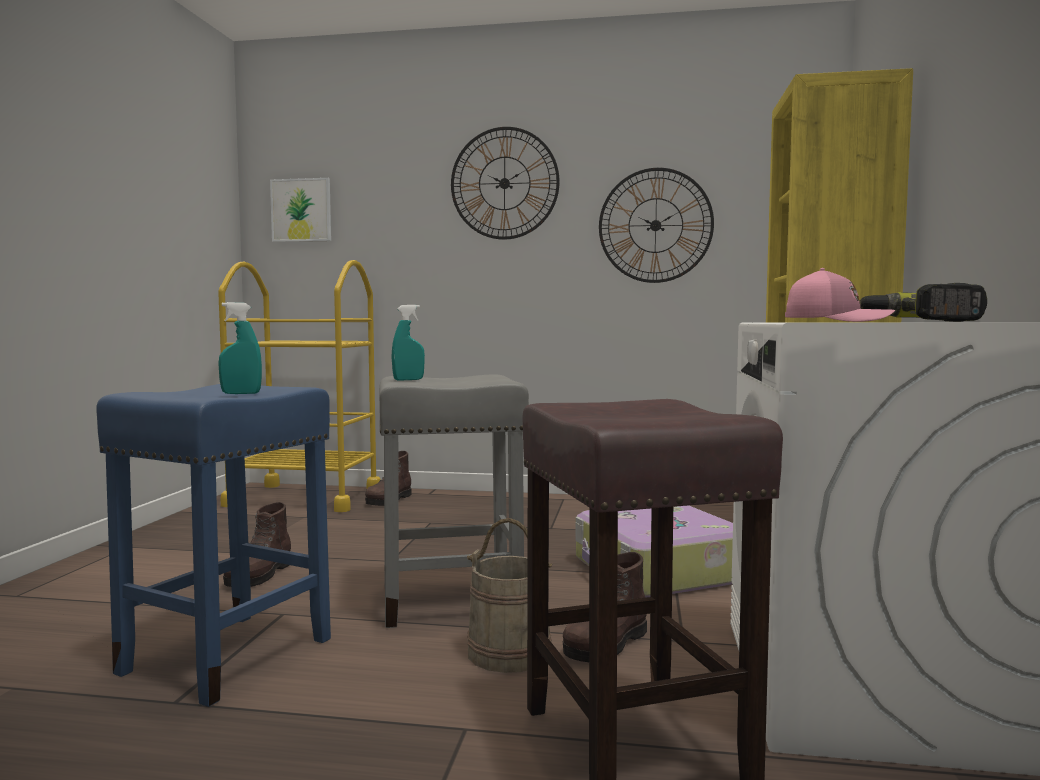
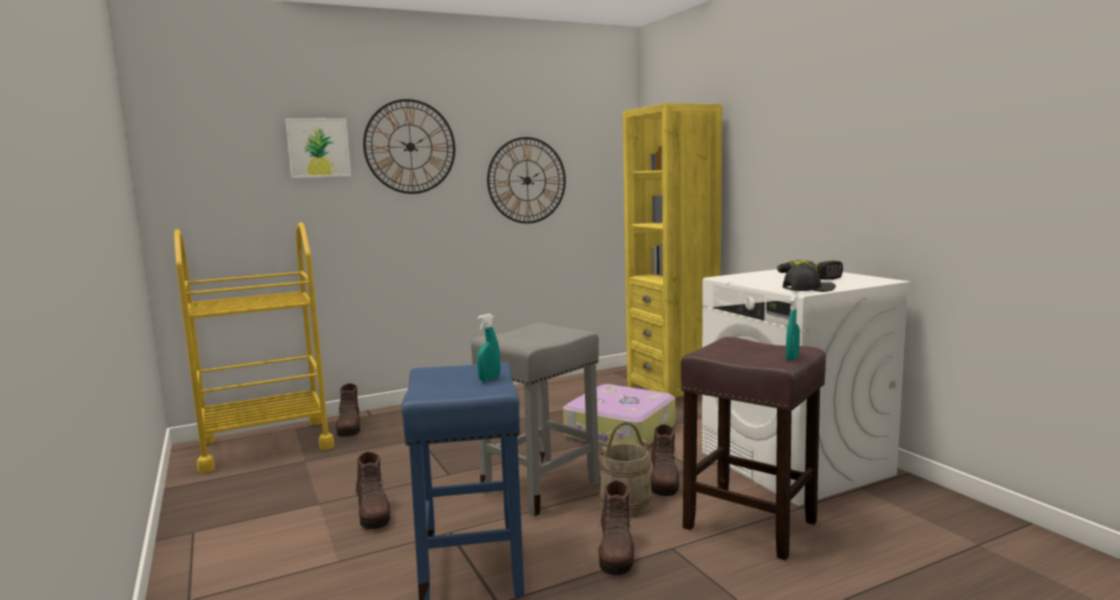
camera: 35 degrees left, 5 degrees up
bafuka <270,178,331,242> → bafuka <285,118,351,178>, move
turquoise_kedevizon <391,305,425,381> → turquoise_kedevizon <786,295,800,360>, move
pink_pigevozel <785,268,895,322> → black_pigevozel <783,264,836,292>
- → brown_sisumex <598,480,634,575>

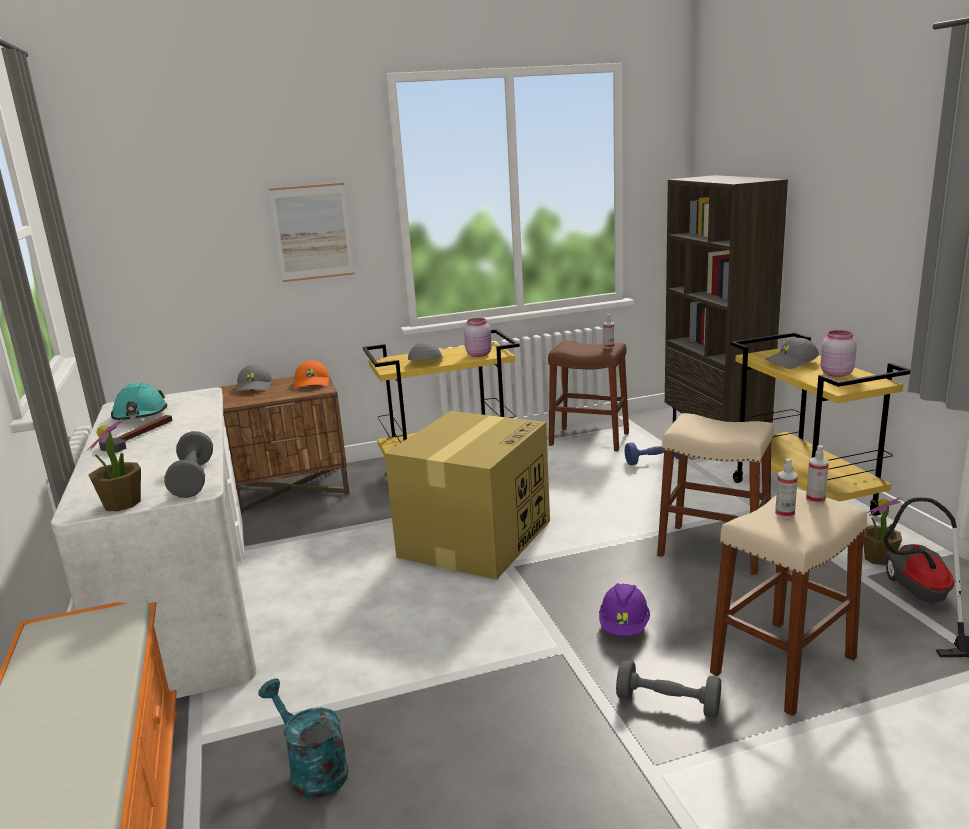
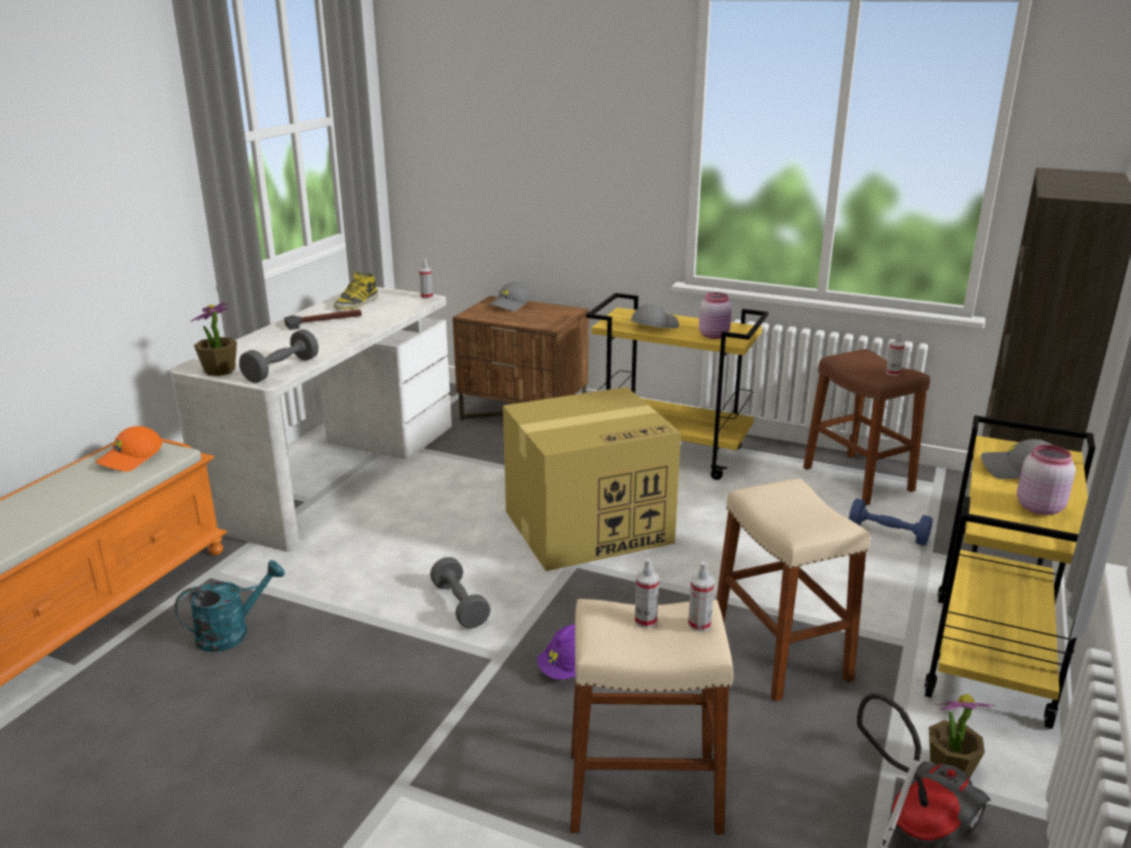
camera: 40 degrees right, 5 degrees up
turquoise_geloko <111,382,167,420> → sisumex <334,272,378,309>
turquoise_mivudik <258,678,348,798> → turquoise_mivudik <175,560,285,652>, 60 degrees clockwise
bafuka <269,183,354,282> → -
orange_pigevozel <294,360,329,389> → orange_pigevozel <95,426,162,472>, move
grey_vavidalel <616,660,721,718> → grey_vavidalel <430,557,491,629>, move
- → kedevizon <419,259,433,299>

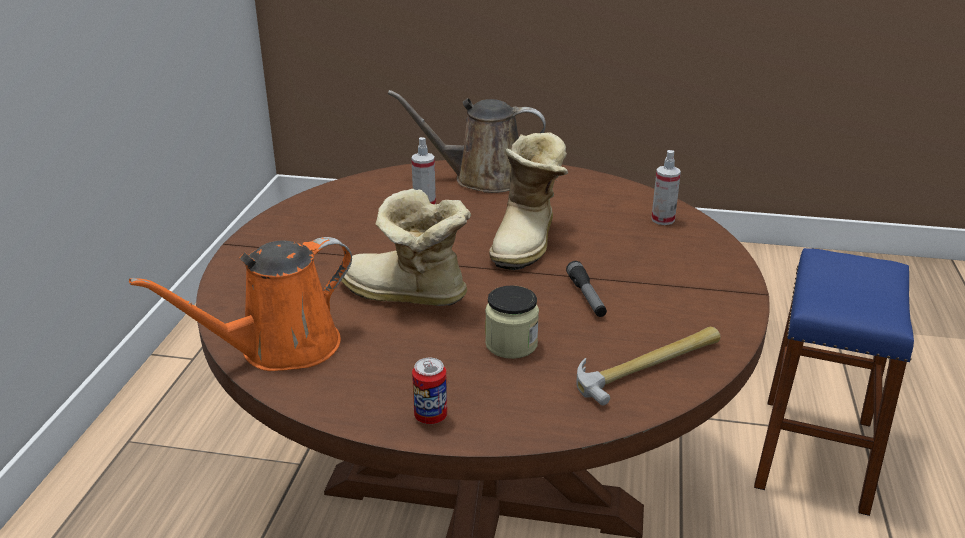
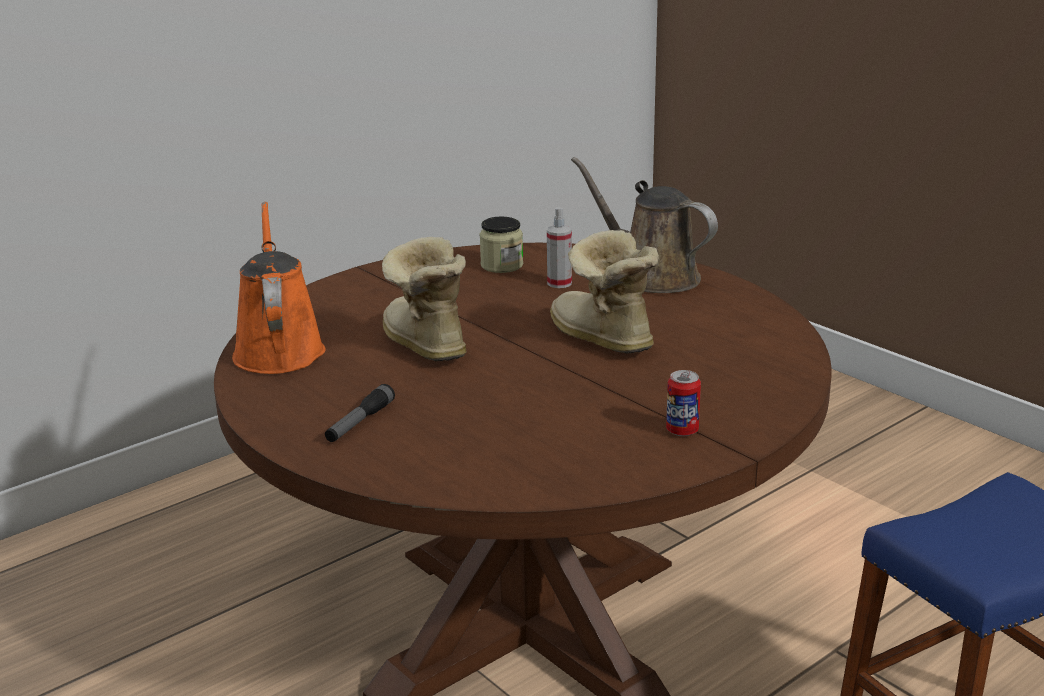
camera: 40 degrees right, 5 degrees down
orange_mivudik <129,237,352,371> → orange_mivudik <232,202,326,374>, 75 degrees clockwise
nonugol <412,358,447,424> → nonugol <666,370,701,436>, move
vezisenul <485,286,539,359> → vezisenul <479,216,523,273>, move
sisumex <489,133,568,271> → sisumex <550,230,659,354>, 90 degrees clockwise
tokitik <566,261,607,317> → tokitik <325,384,395,442>, move
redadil <577,327,721,406> → -
kedevizon <651,150,681,225> → -

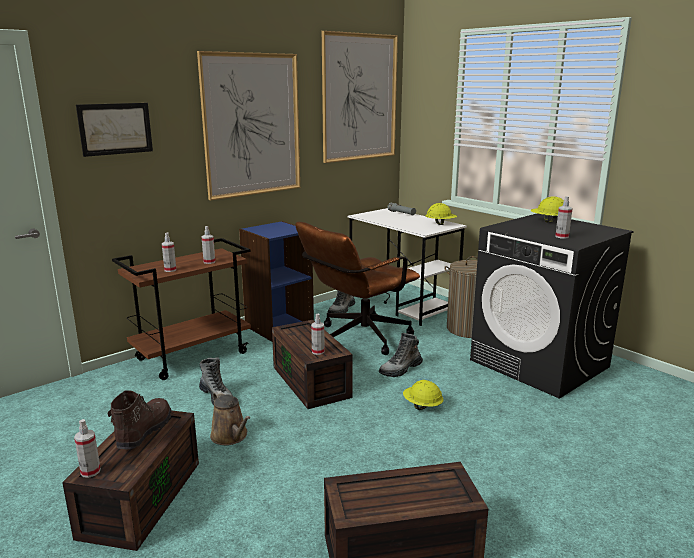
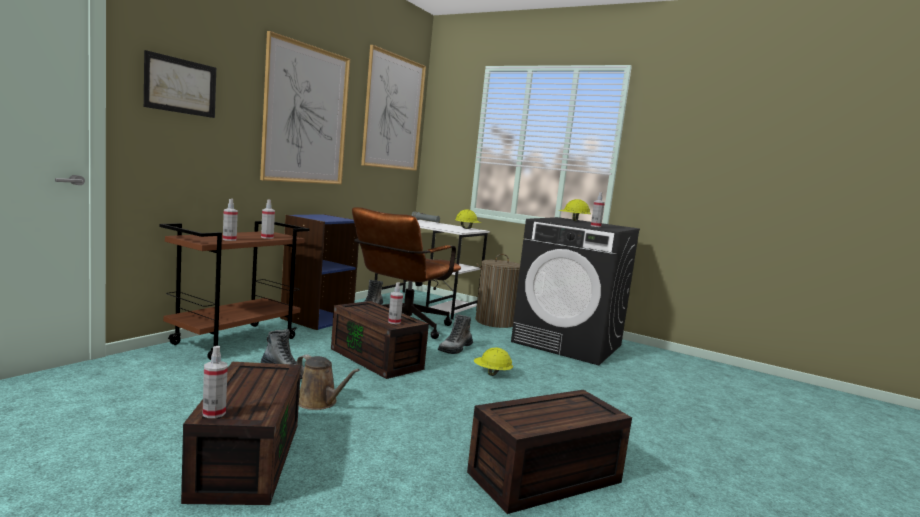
camera: 20 degrees left, 10 degrees down
brown_sisumex <107,390,172,449> → -

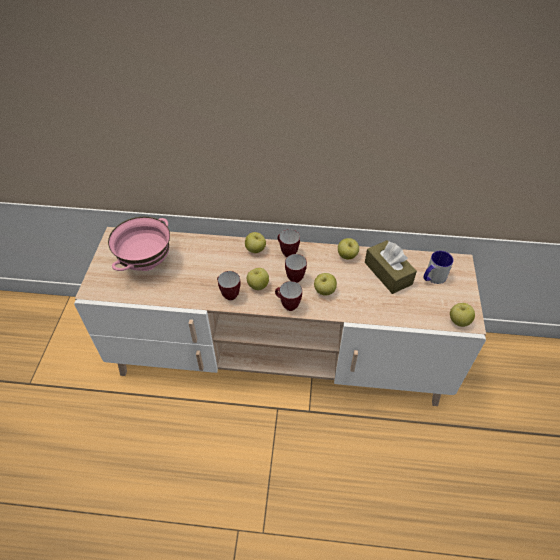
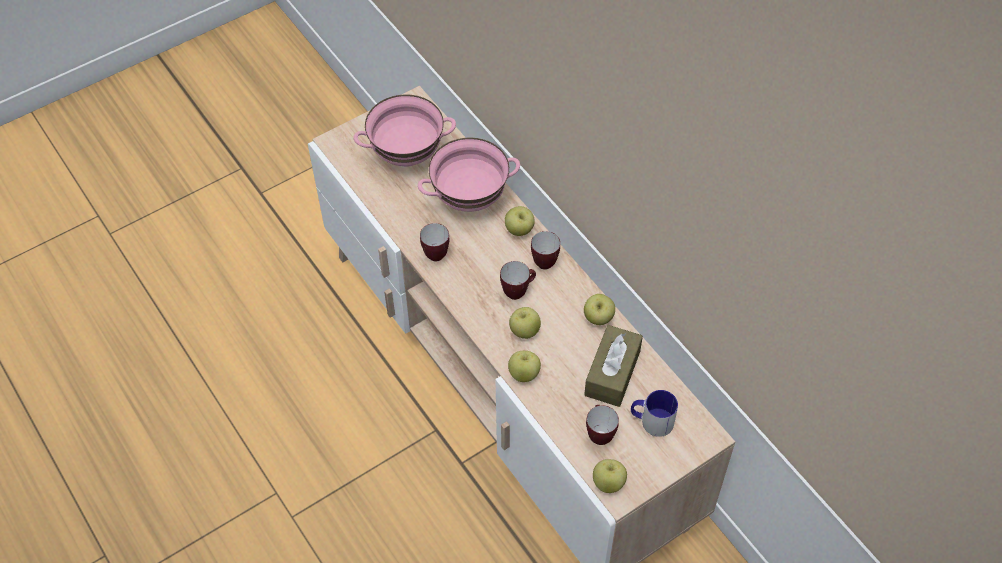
camera: 50 degrees right, 5 degrees up
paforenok <247,268,269,290> → paforenok <508,351,541,382>, move
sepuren <275,281,302,311> → sepuren <586,405,619,445>, move
- → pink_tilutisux <418,138,520,212>

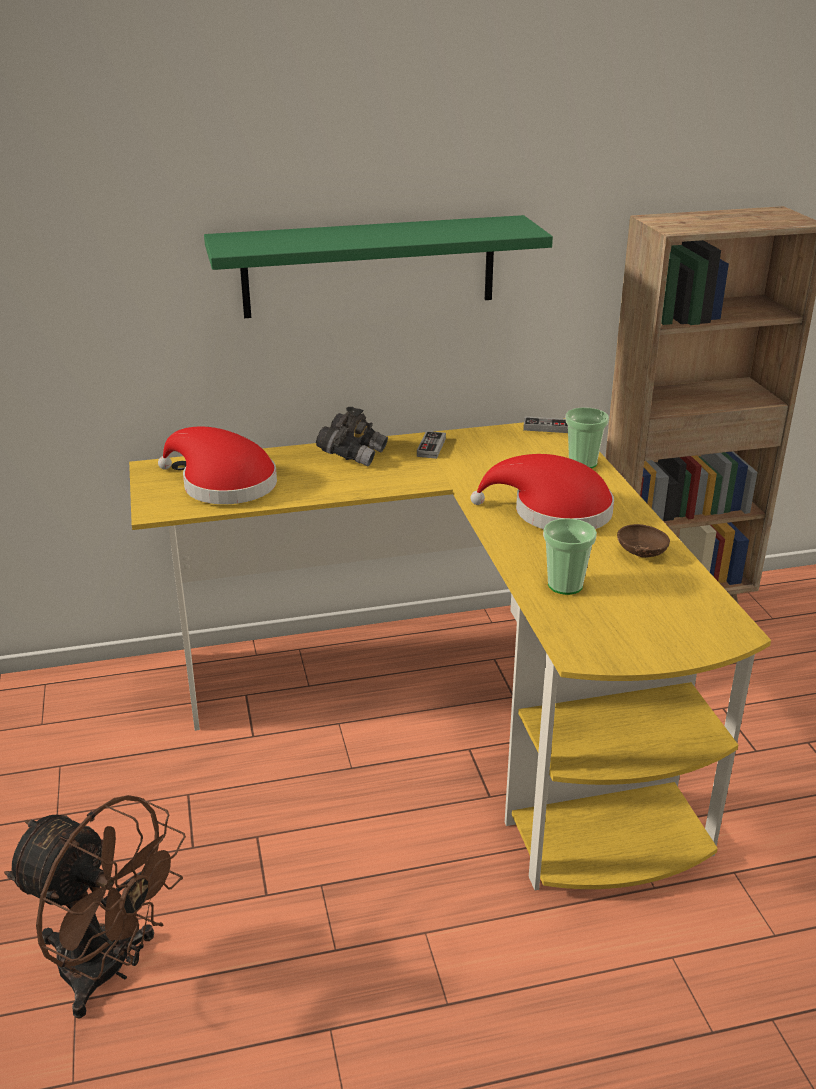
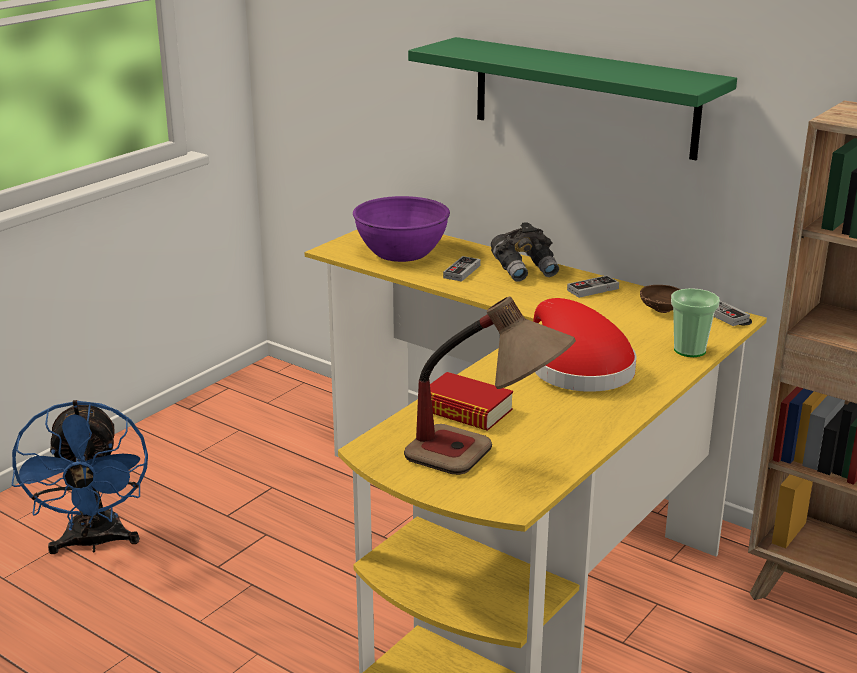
camera: 50 degrees right, 5 degrees down
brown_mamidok <4,795,186,1018> → blue_mamidok <12,400,148,554>
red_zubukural <158,427,277,504> → purple_tilutisux <353,196,450,262>
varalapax <543,518,597,595> → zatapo <430,372,513,431>
brown_tilutisux <617,524,670,558> → brown_tilutisux <640,285,681,313>, move
- → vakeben <404,296,576,475>
- → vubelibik <443,256,481,281>

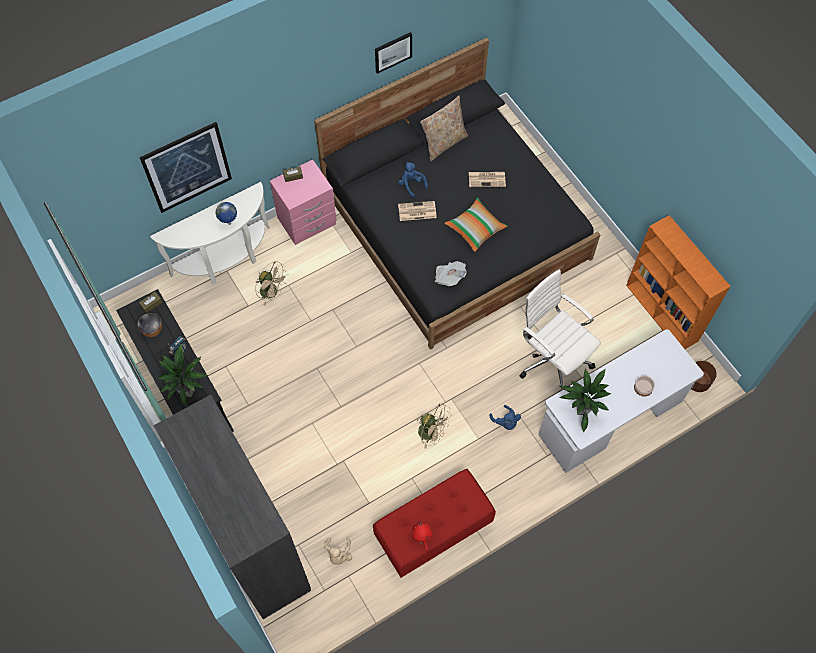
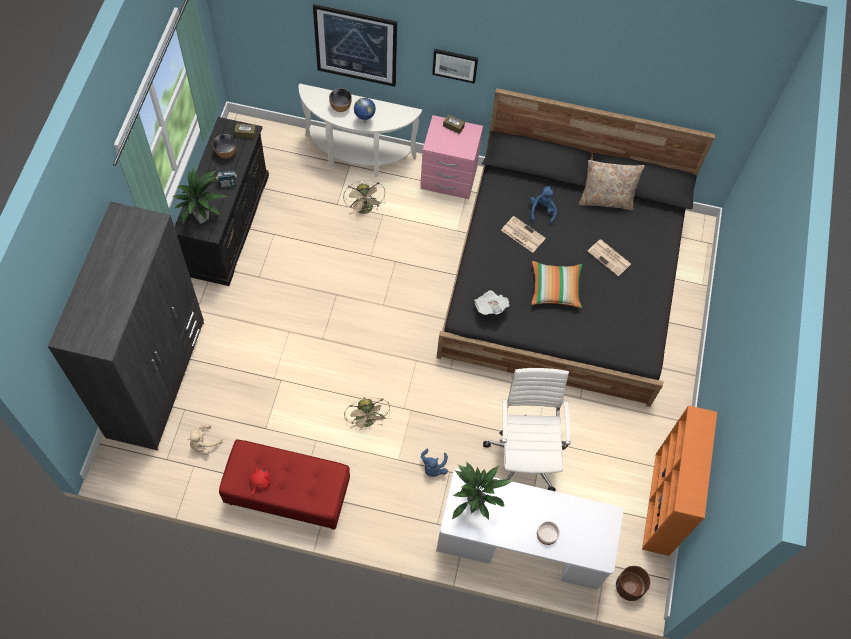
camera: 40 degrees right, 0 degrees up
bafuka <375,32,412,74> → bafuka <432,49,478,84>, move
- → tilutisux <329,88,352,112>

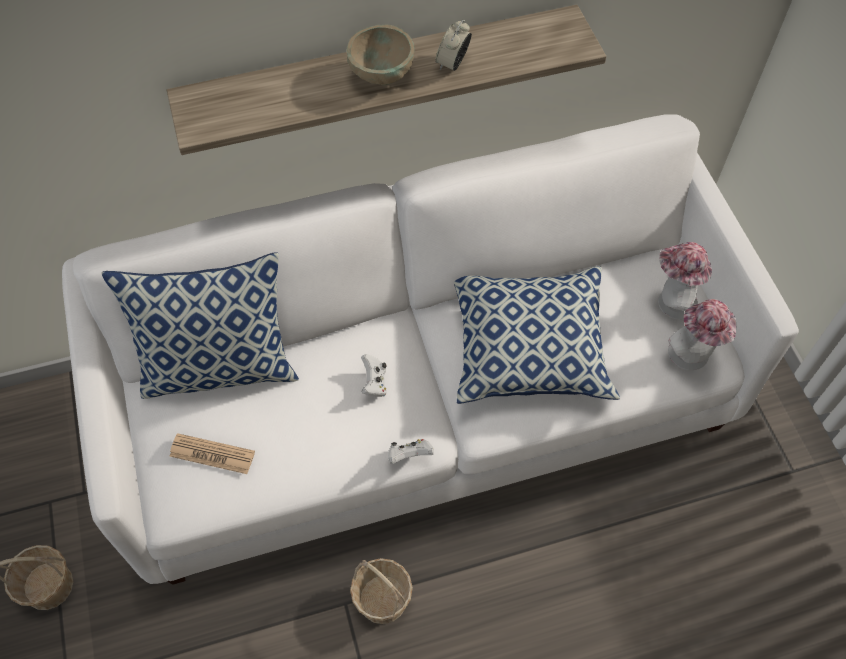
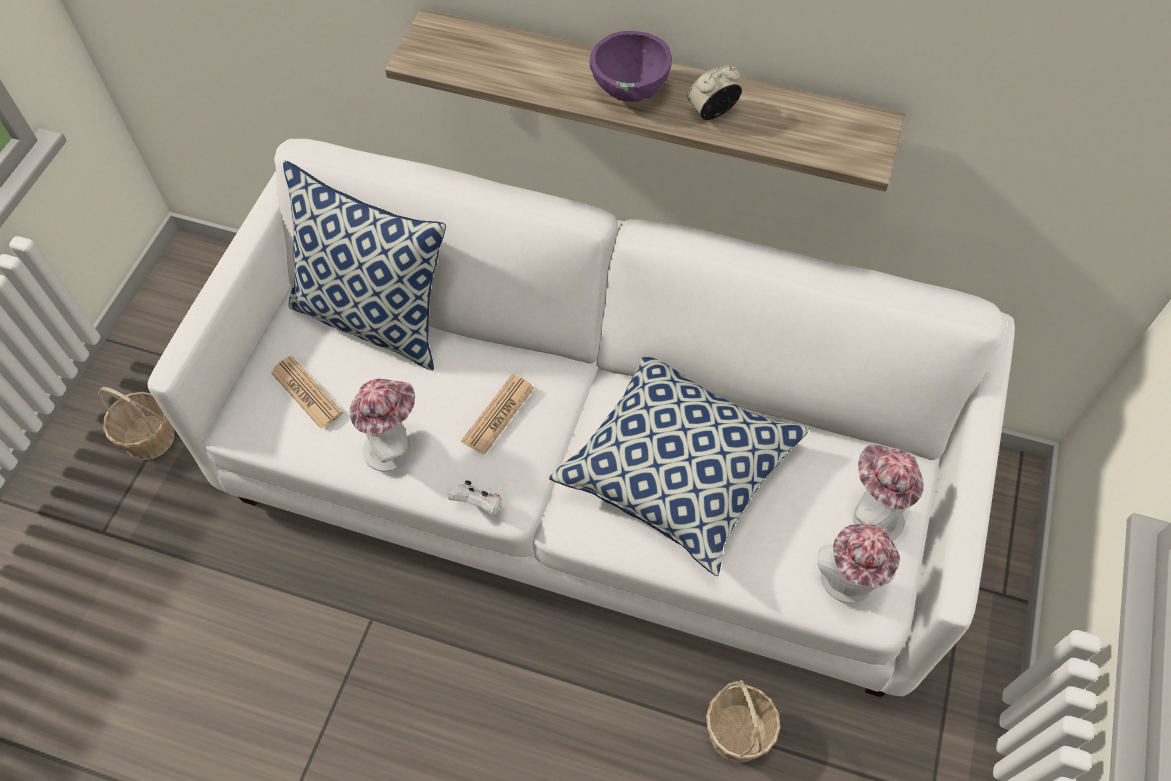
camera: 35 degrees right, 0 degrees up
beige_tilutisux <346,24,415,85> → purple_tilutisux <590,31,672,102>
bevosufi <350,558,413,624> → bevosufi <706,680,780,762>, move
white_vubelibik <361,354,387,397> → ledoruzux <461,374,534,455>
- → zubukural <350,378,415,471>

